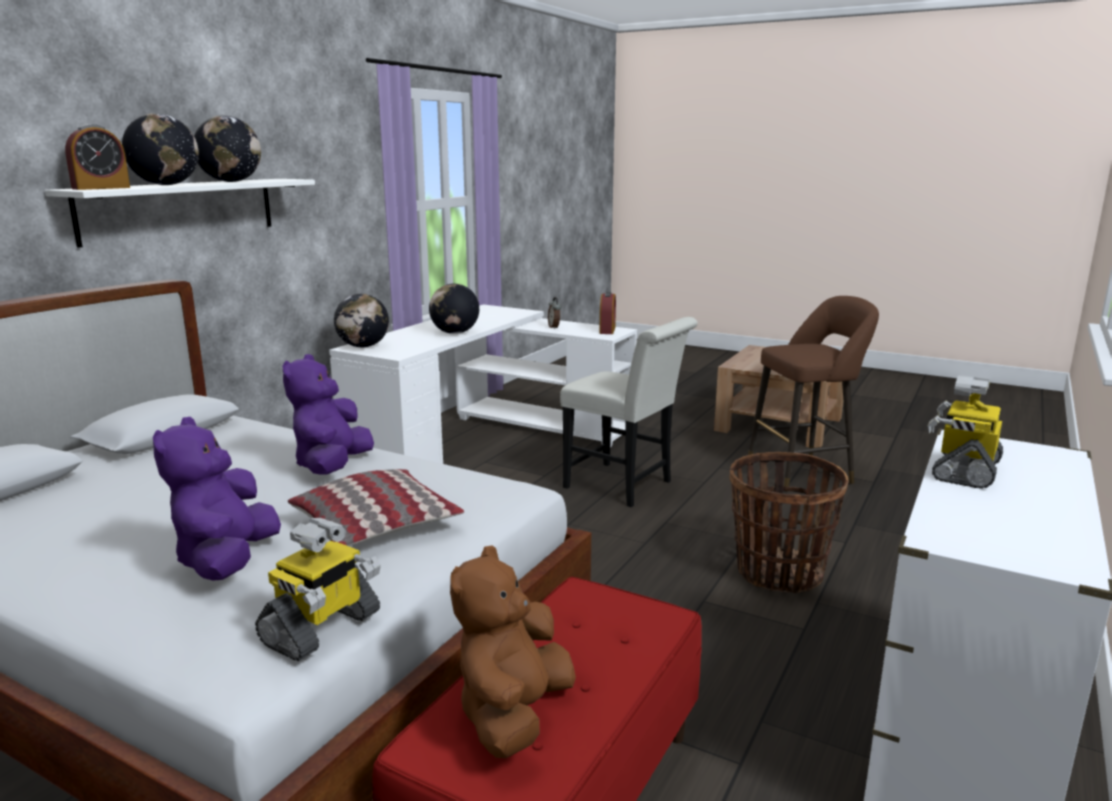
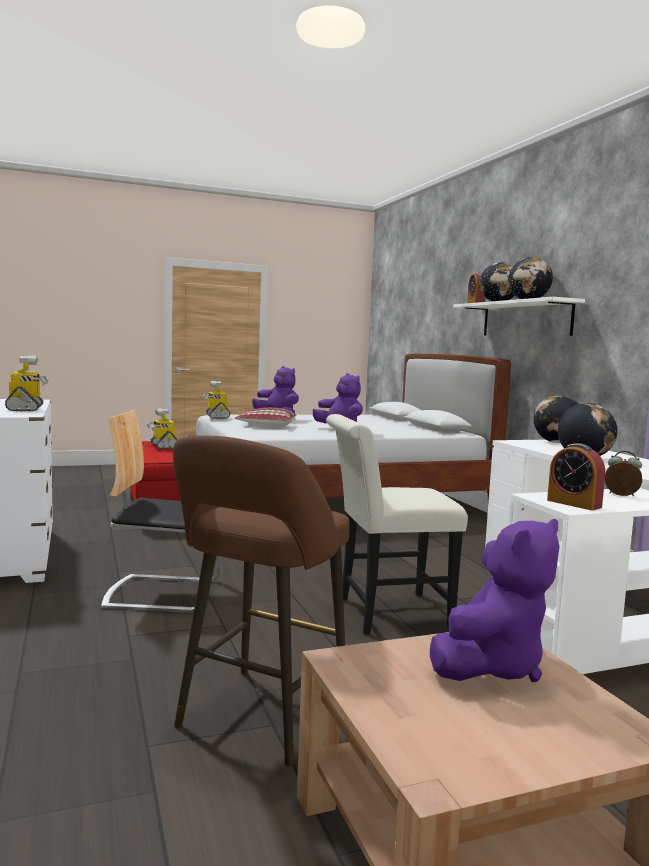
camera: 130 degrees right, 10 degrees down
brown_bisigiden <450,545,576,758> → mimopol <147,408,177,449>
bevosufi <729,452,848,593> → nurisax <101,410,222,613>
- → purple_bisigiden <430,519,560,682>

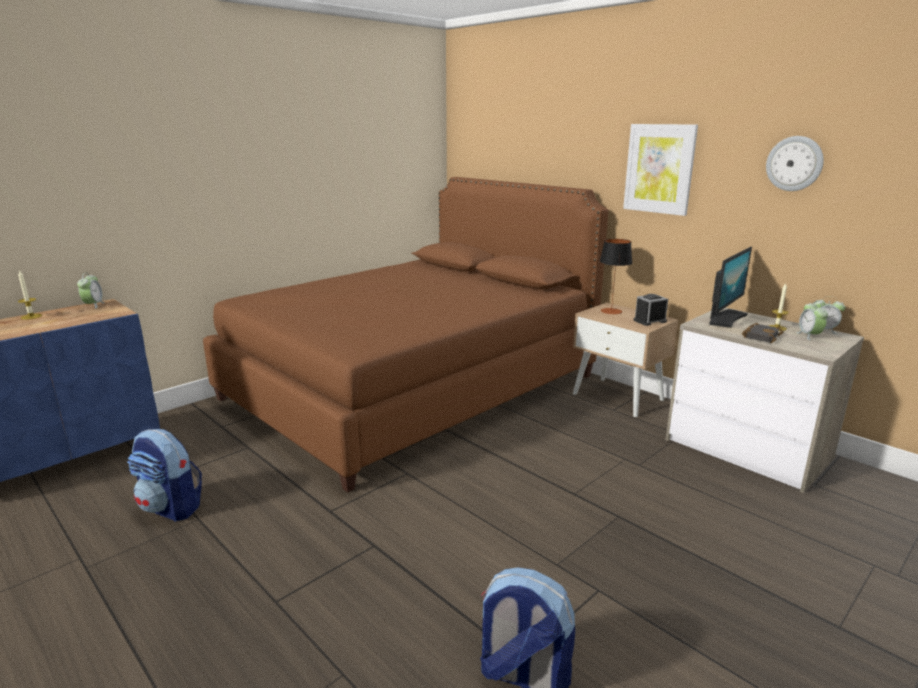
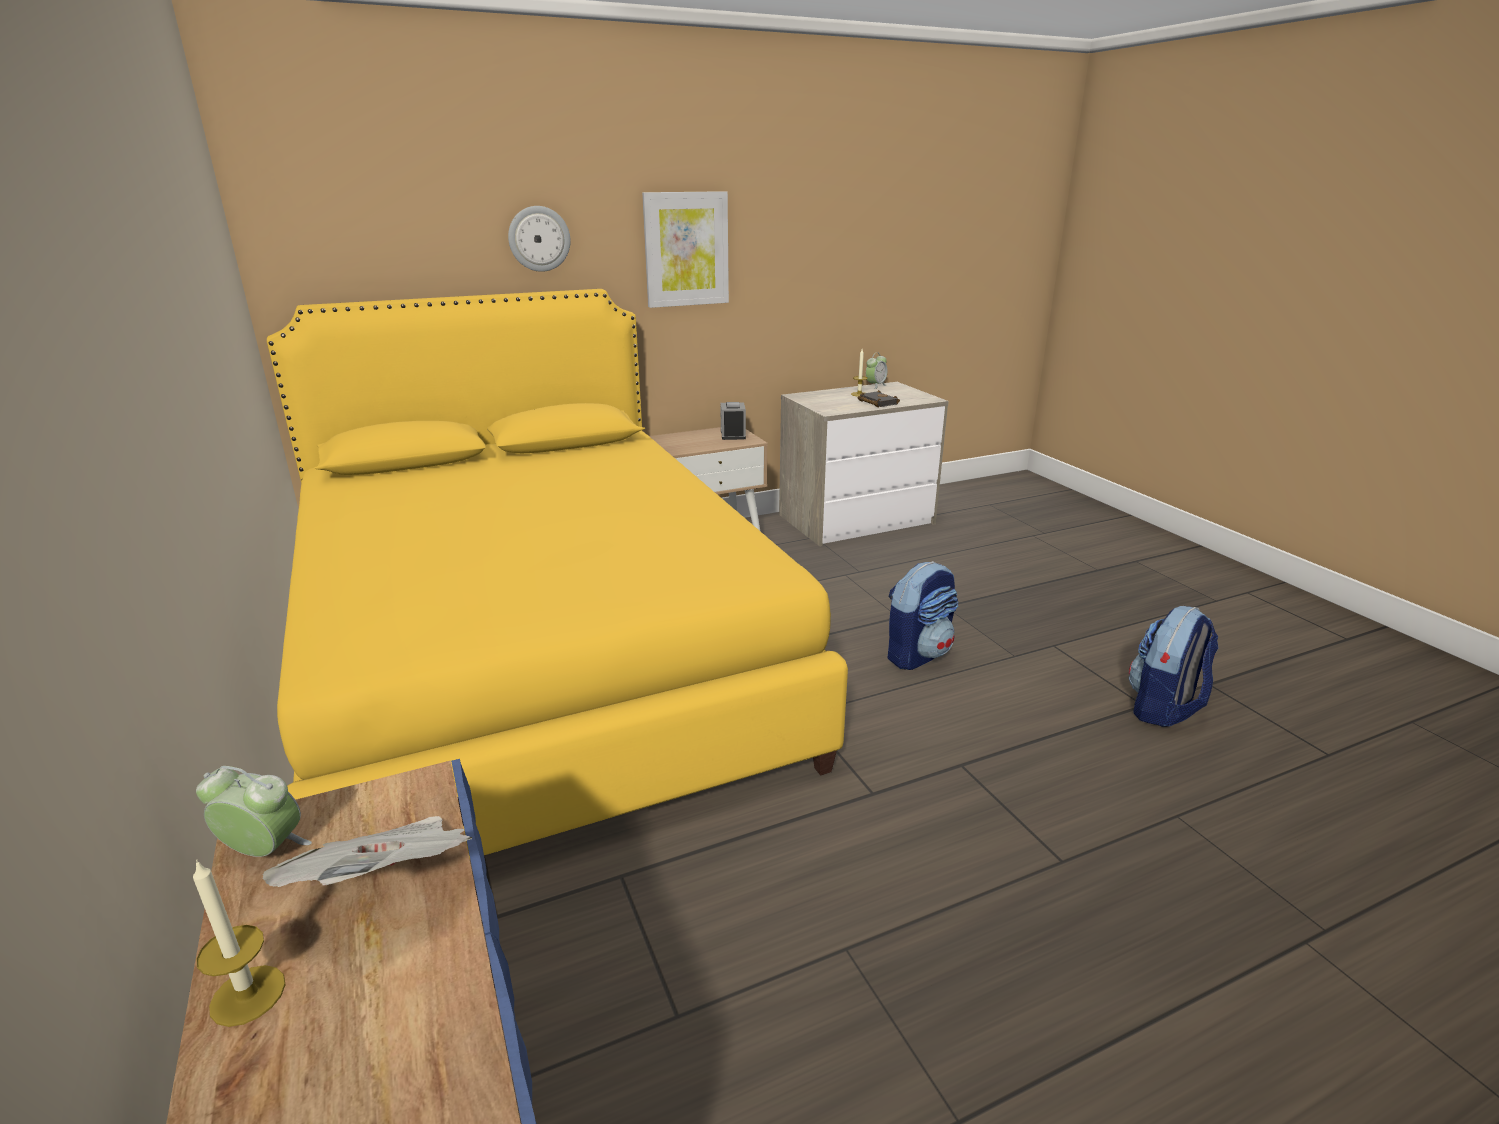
camera: 70 degrees left, 5 degrees up
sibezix <127,429,202,522> → sibezix <888,561,959,670>, move
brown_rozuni <203,177,609,493> → yellow_rozuni <267,289,848,859>
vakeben <600,239,632,315> → -
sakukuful <709,247,752,328> → -
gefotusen <766,136,824,191> → gefotusen <508,206,571,272>, move
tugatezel <796,301,828,340> → -
- → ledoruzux <262,816,472,887>

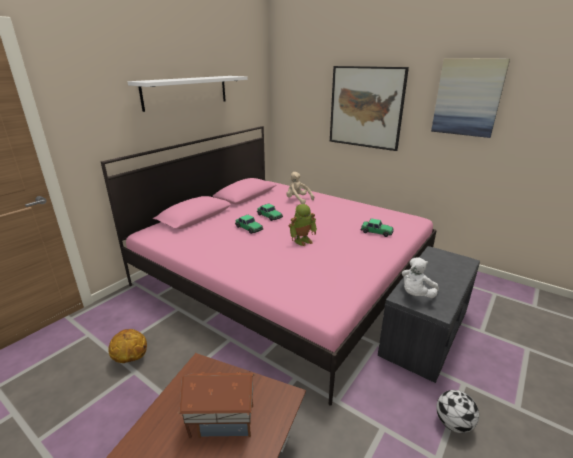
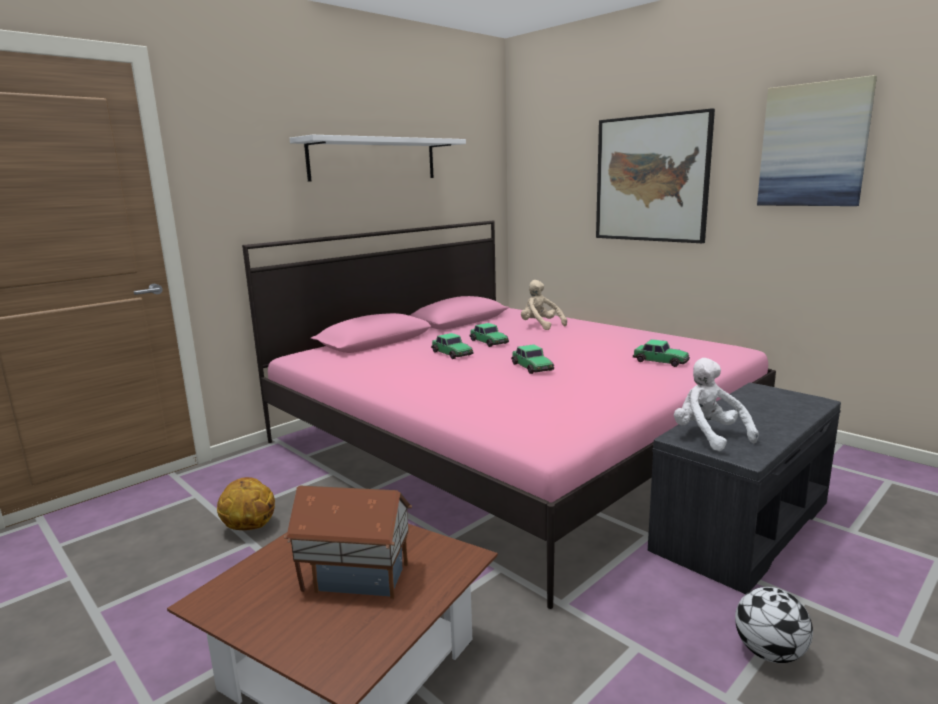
camera: 10 degrees right, 10 degrees down
mimopol <289,204,317,246> → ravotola <511,344,554,374>
white_bisigiden <402,258,439,298> → white_bisigiden <674,358,759,451>, 105 degrees clockwise

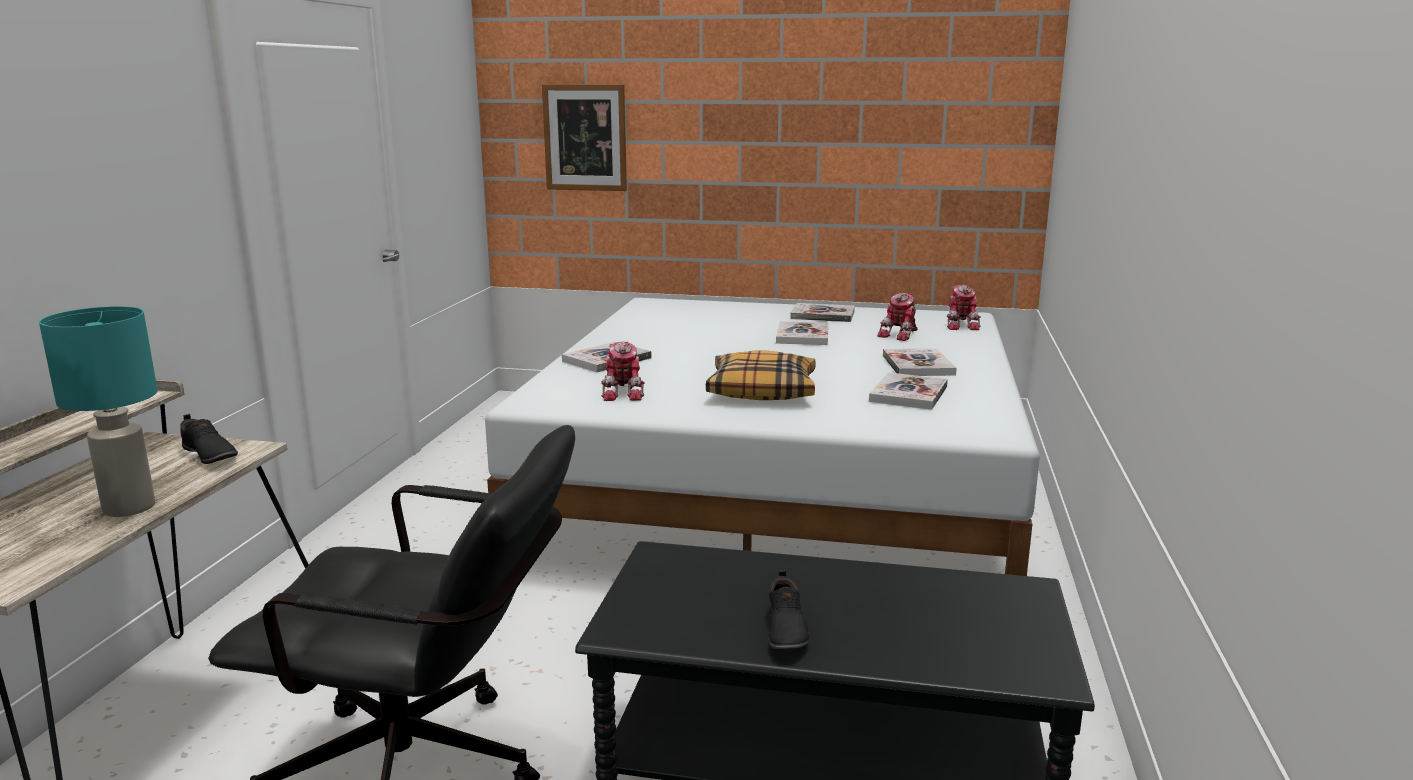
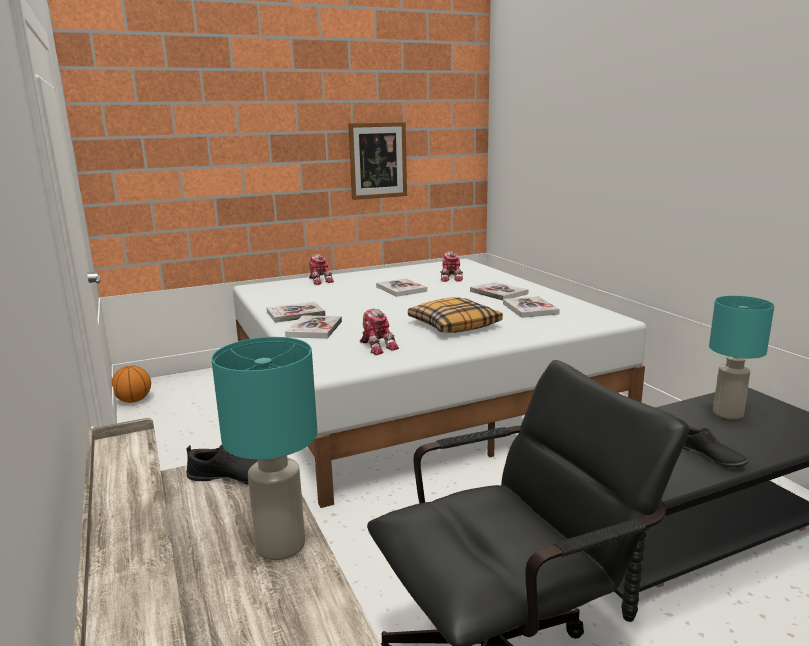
camera: 35 degrees left, 0 degrees up
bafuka <542,84,627,191> → bafuka <348,122,407,200>, move
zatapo <790,303,855,322> → zatapo <267,301,326,323>, move
mimopol <947,285,981,330> → mimopol <309,254,334,285>, move
- → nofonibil <111,365,151,403>
- → turquoise_vakeben <709,296,774,420>

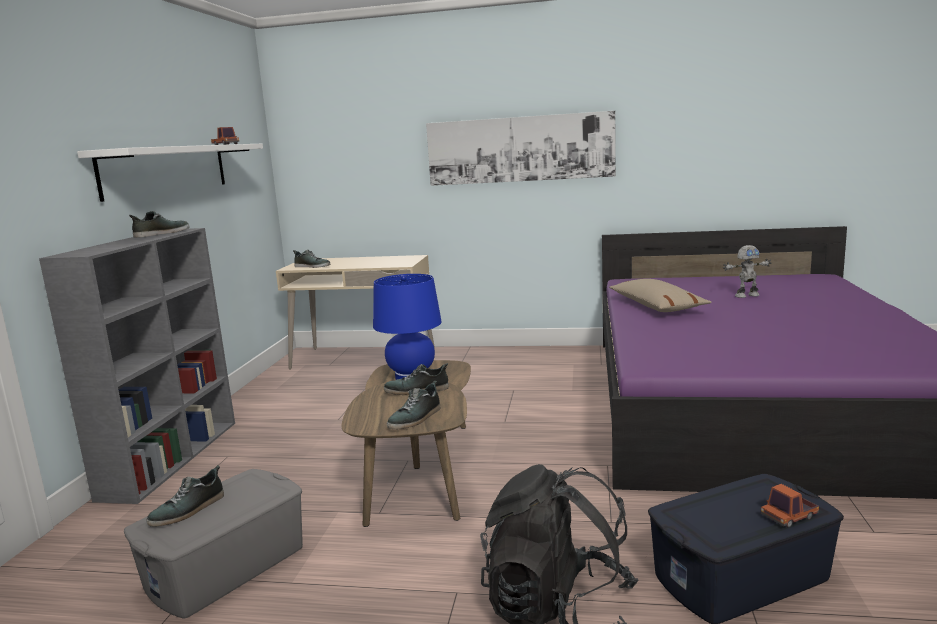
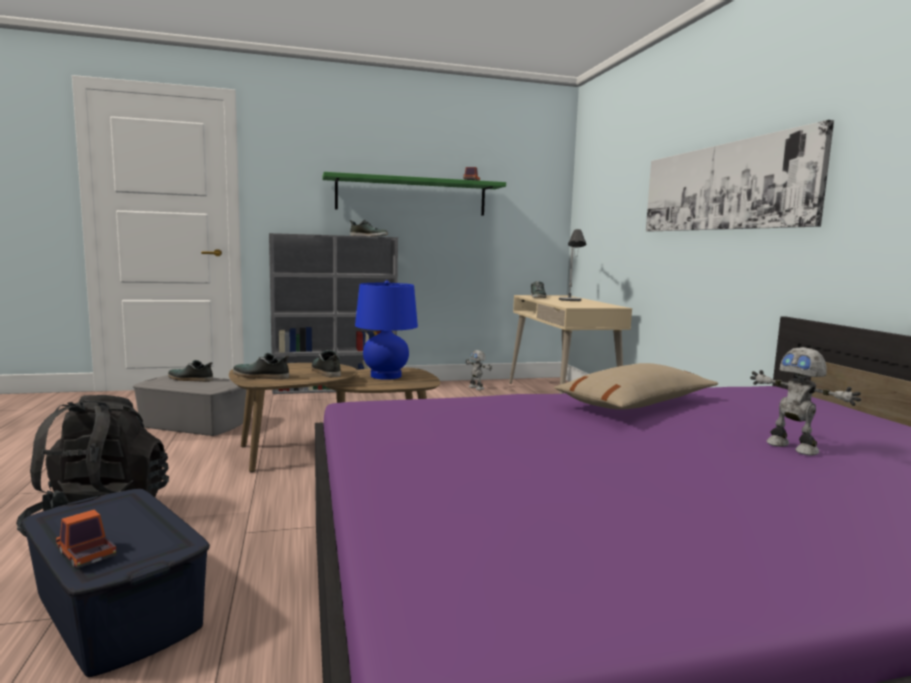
camera: 65 degrees right, 5 degrees down
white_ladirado <77,144,263,202> → green_ladirado <322,172,506,216>
- → mimopol <466,350,492,390>
- → vakeben <559,229,586,301>

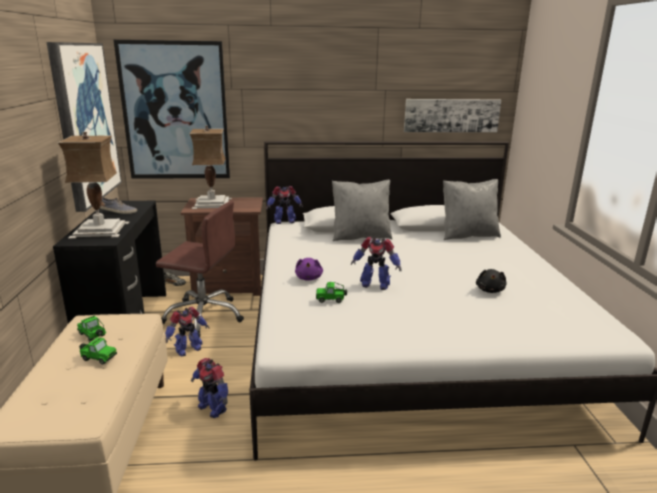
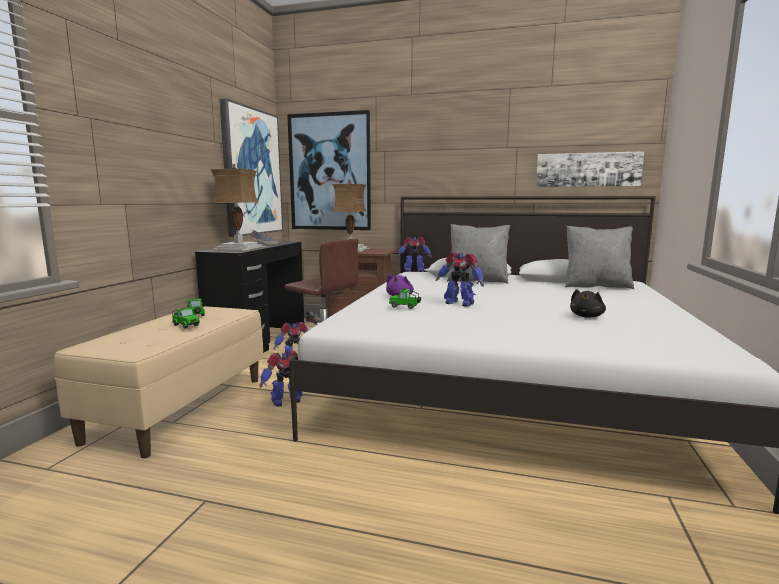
camera: 20 degrees right, 10 degrees down
mimopol <191,358,228,418> → mimopol <259,350,303,407>, 90 degrees counterclockwise

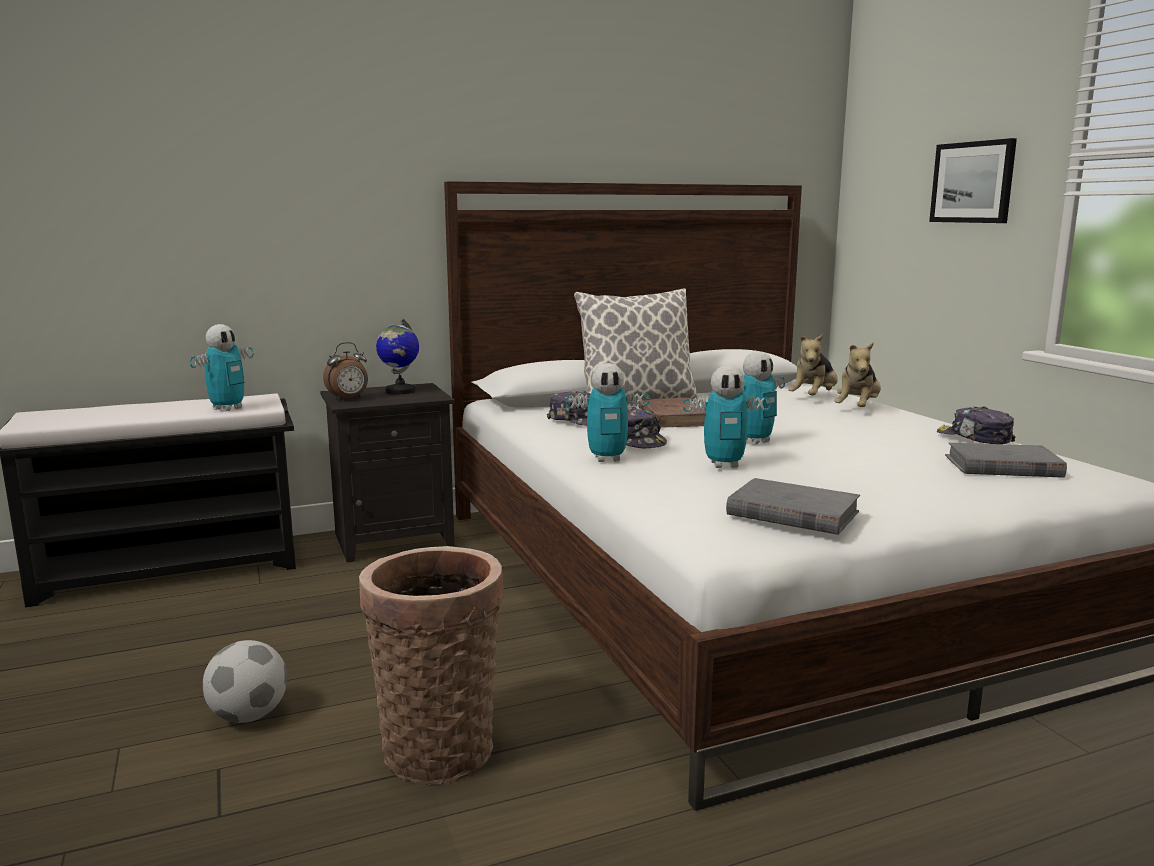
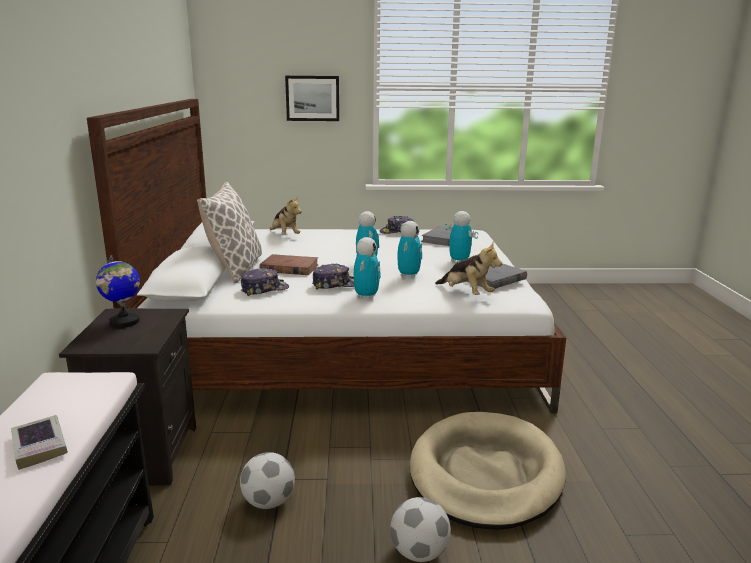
camera: 70 degrees left, 5 degrees up
mimopol <190,324,254,411> → mimopol <445,211,478,262>, move
tugatezel <323,342,368,401> → -
bevosufi <359,546,504,785> → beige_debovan <410,412,566,530>
bisigiden <834,342,881,407> → bisigiden <435,242,502,295>, move
- → zatapo <11,415,68,470>
- → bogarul <240,452,295,509>

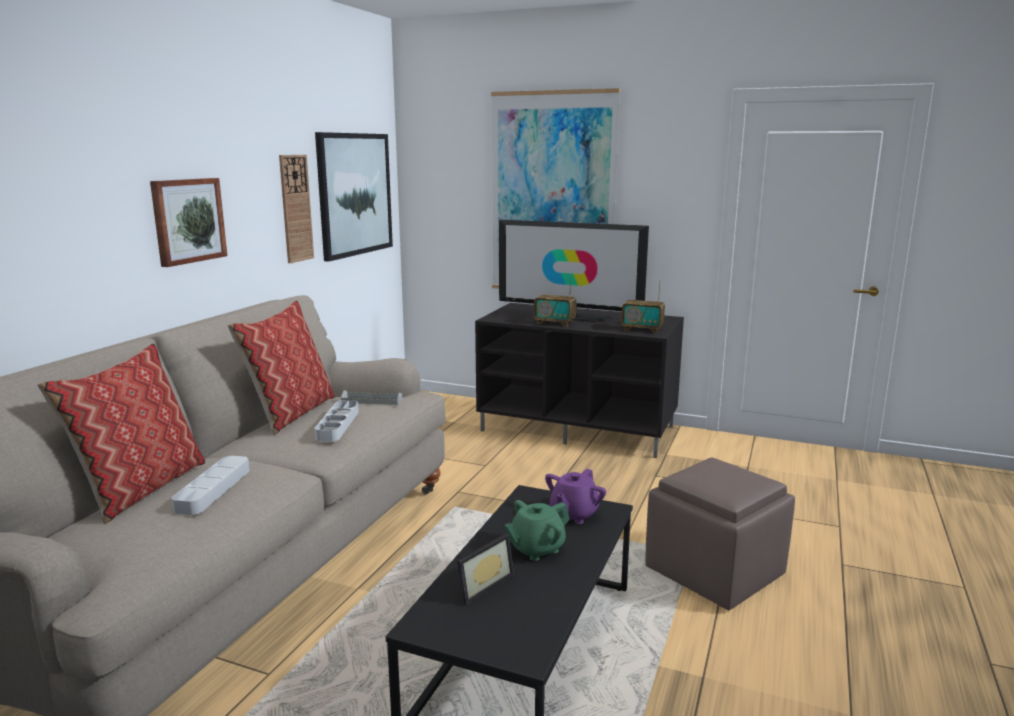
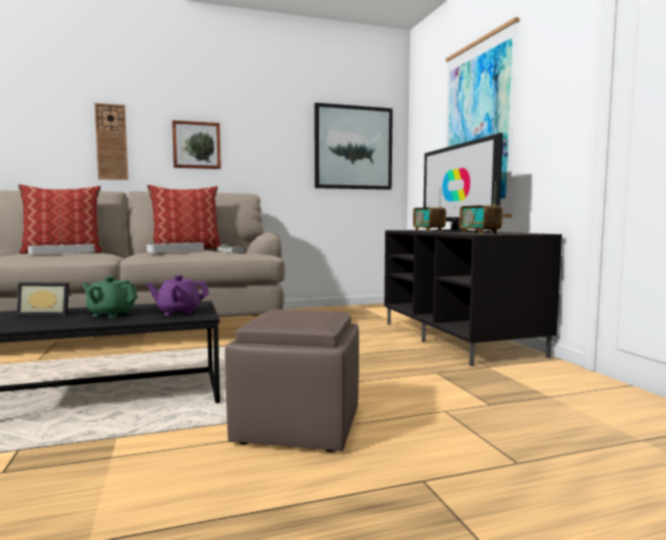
camera: 50 degrees right, 10 degrees down
gefotusen <279,155,314,263> → gefotusen <94,103,128,180>, move

